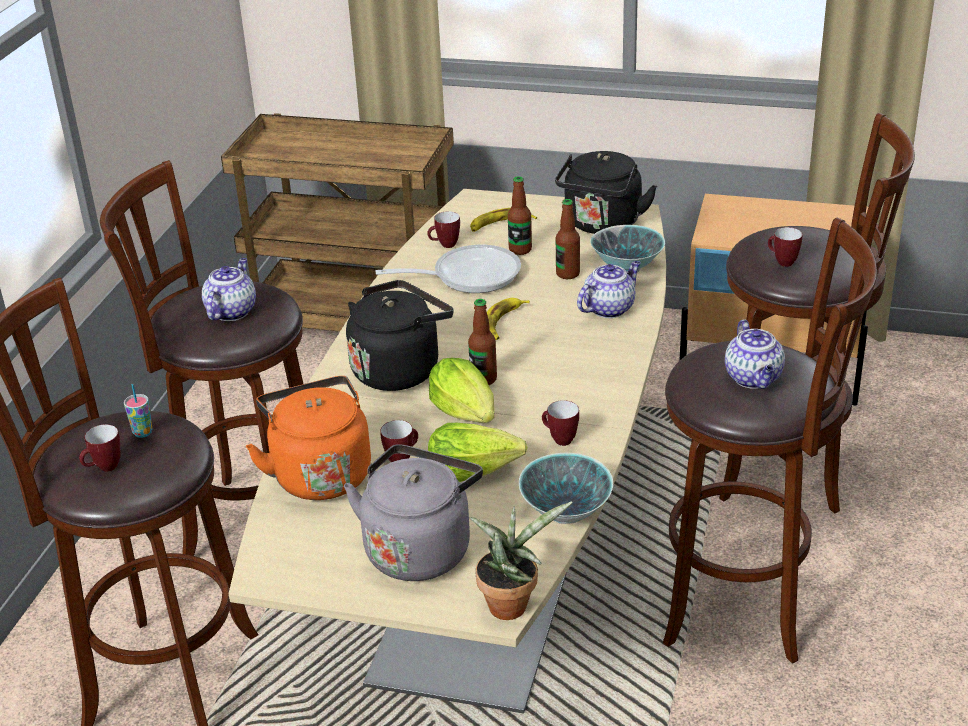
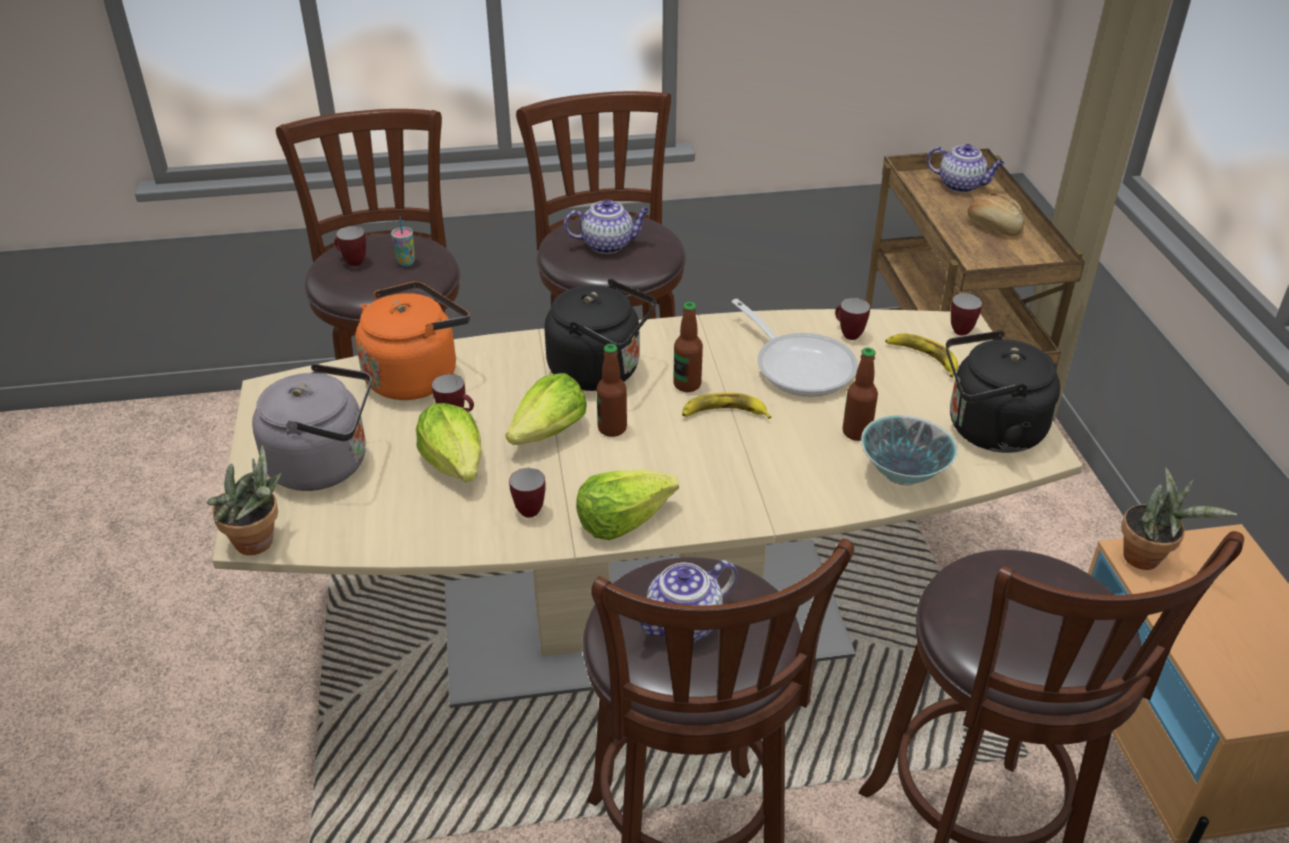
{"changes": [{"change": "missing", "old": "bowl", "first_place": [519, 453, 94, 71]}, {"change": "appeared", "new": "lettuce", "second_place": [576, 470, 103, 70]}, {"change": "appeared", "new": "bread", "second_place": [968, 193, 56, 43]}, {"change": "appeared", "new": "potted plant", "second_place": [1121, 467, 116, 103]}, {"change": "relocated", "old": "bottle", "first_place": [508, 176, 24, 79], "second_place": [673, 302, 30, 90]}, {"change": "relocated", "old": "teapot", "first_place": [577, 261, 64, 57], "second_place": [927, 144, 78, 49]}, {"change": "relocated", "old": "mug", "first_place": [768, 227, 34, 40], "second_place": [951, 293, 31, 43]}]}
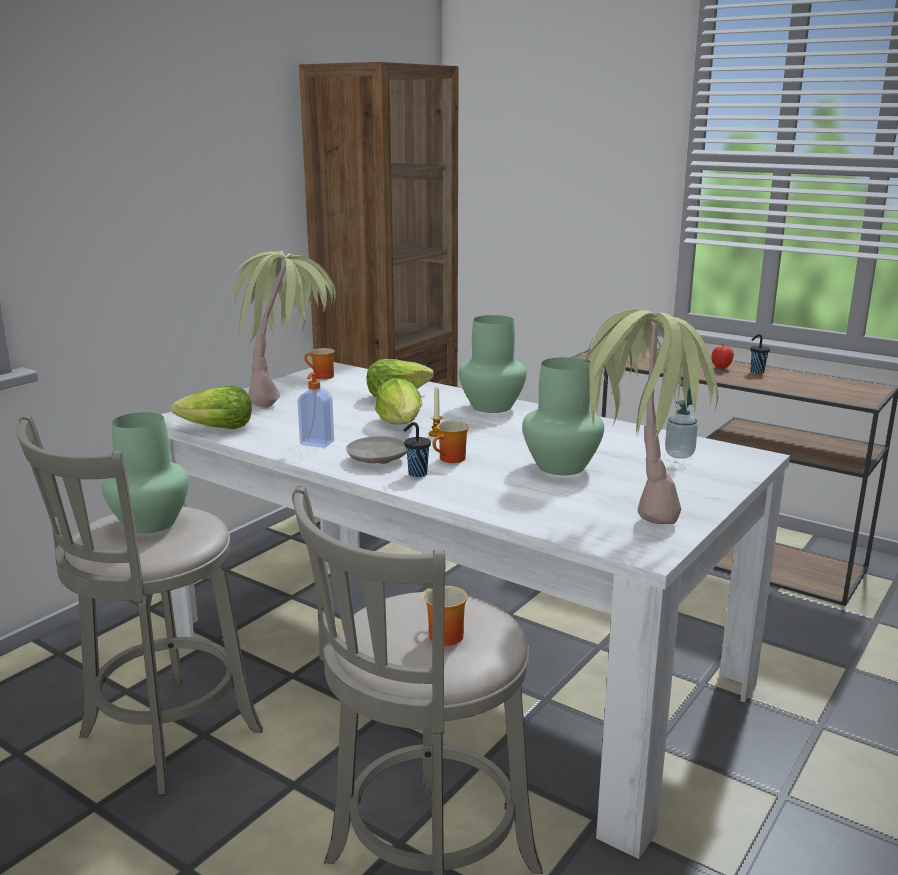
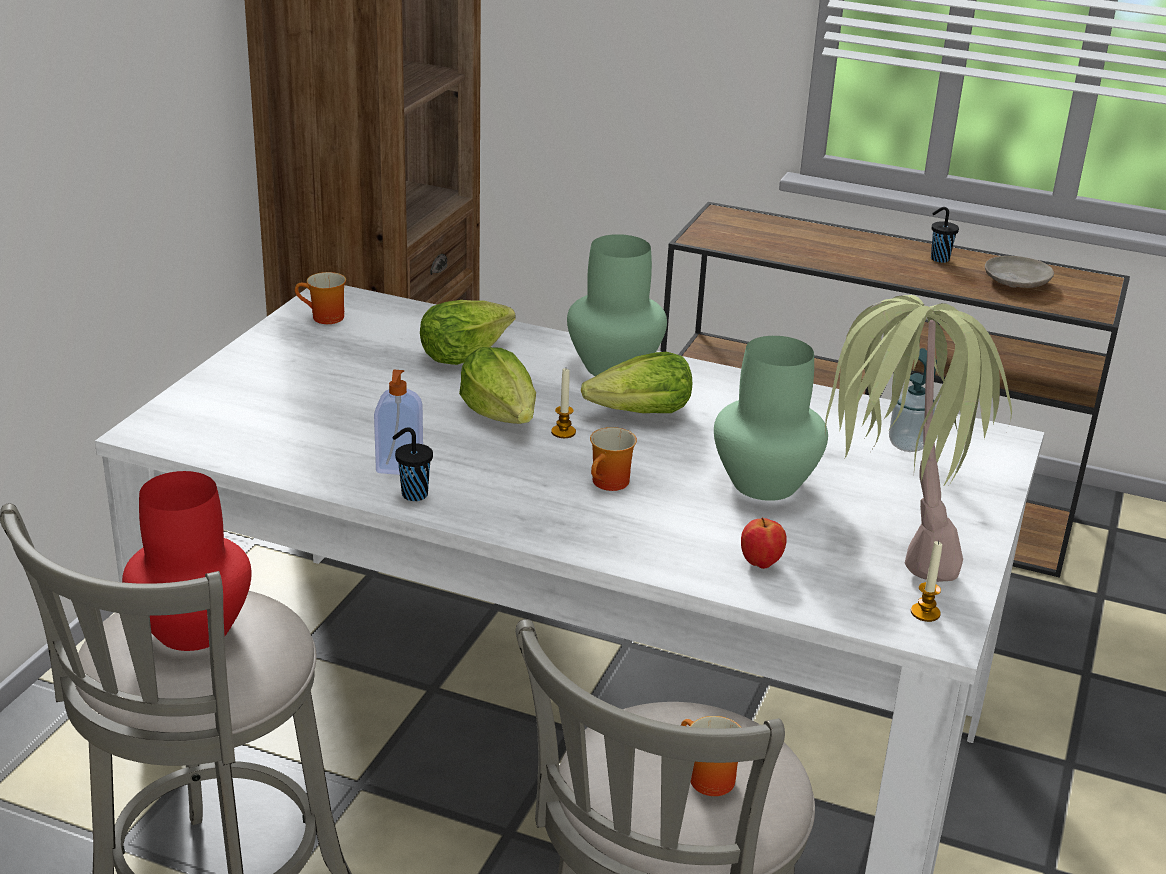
{"changes": [{"change": "missing", "old": "potted plant", "first_place": [227, 251, 109, 156]}, {"change": "appeared", "new": "candle", "second_place": [911, 541, 31, 81]}, {"change": "relocated", "old": "lettuce", "first_place": [172, 386, 80, 43], "second_place": [581, 352, 111, 61]}, {"change": "relocated", "old": "beige plate", "first_place": [346, 436, 61, 28], "second_place": [985, 256, 69, 32]}, {"change": "relocated", "old": "black cup", "first_place": [404, 422, 27, 55], "second_place": [392, 427, 41, 74]}, {"change": "relocated", "old": "apple", "first_place": [712, 344, 22, 25], "second_place": [741, 517, 46, 52]}, {"change": "colour", "old": "green vase", "new": "red vase", "first_place": [102, 412, 87, 122], "second_place": [122, 471, 130, 180]}]}
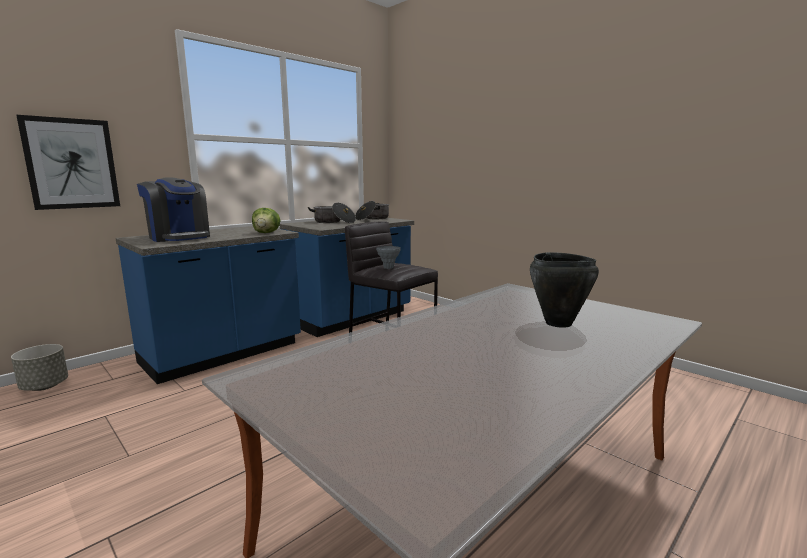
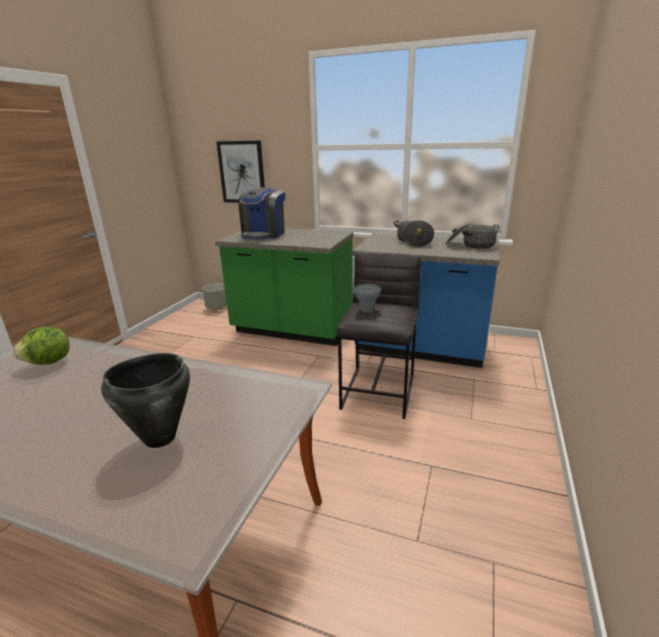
{"changes": [{"change": "relocated", "old": "lettuce", "first_place": [252, 208, 28, 25], "second_place": [13, 327, 57, 38]}, {"change": "colour", "old": "blue counter", "new": "green counter", "first_place": [115, 226, 186, 158], "second_place": [215, 228, 139, 118]}]}
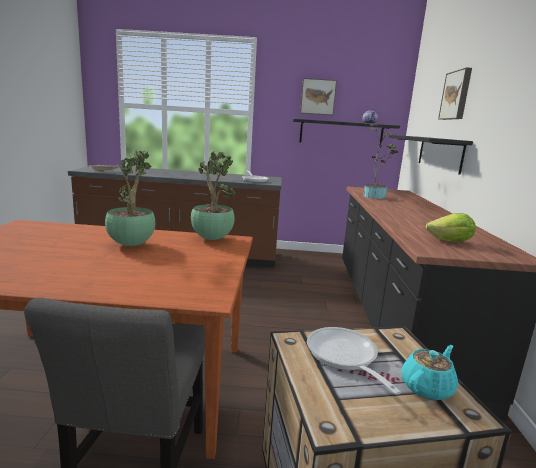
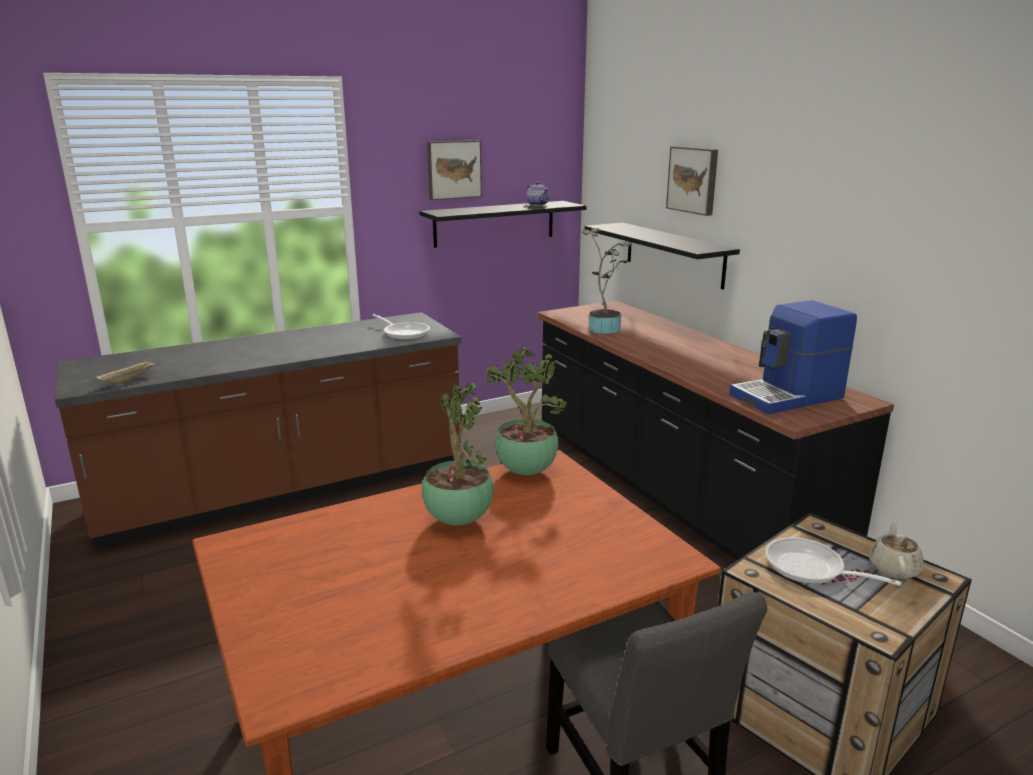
{"changes": [{"change": "exchanged", "old": "lettuce", "new": "coffee machine", "first_place": [426, 213, 50, 29], "second_place": [729, 301, 128, 113]}, {"change": "colour", "old": "turquoise teapot", "new": "beige teapot", "first_place": [401, 345, 57, 55], "second_place": [869, 522, 55, 57]}]}
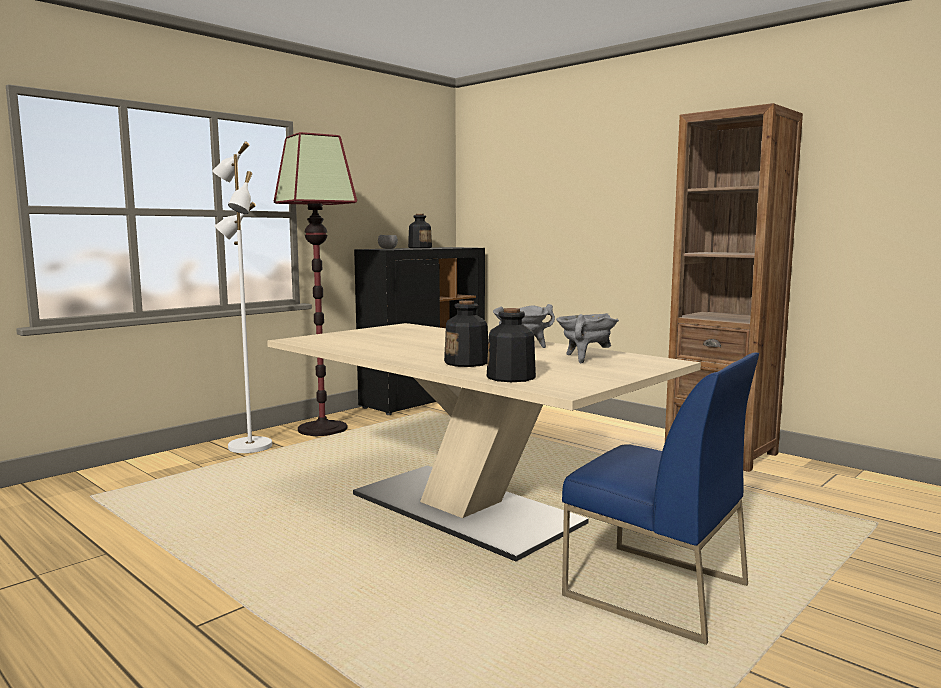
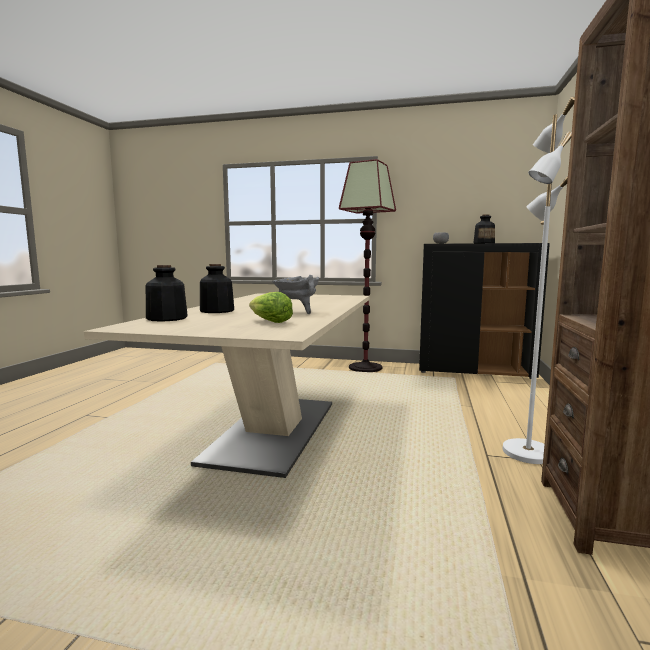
{"changes": [{"change": "missing", "old": "blue chair", "first_place": [562, 352, 197, 293]}, {"change": "relocated", "old": "white floor lamp", "first_place": [212, 141, 60, 312], "second_place": [503, 97, 72, 367]}, {"change": "exchanged", "old": "grey cooking pot", "new": "lettuce", "first_place": [556, 313, 63, 50], "second_place": [249, 292, 44, 31]}]}
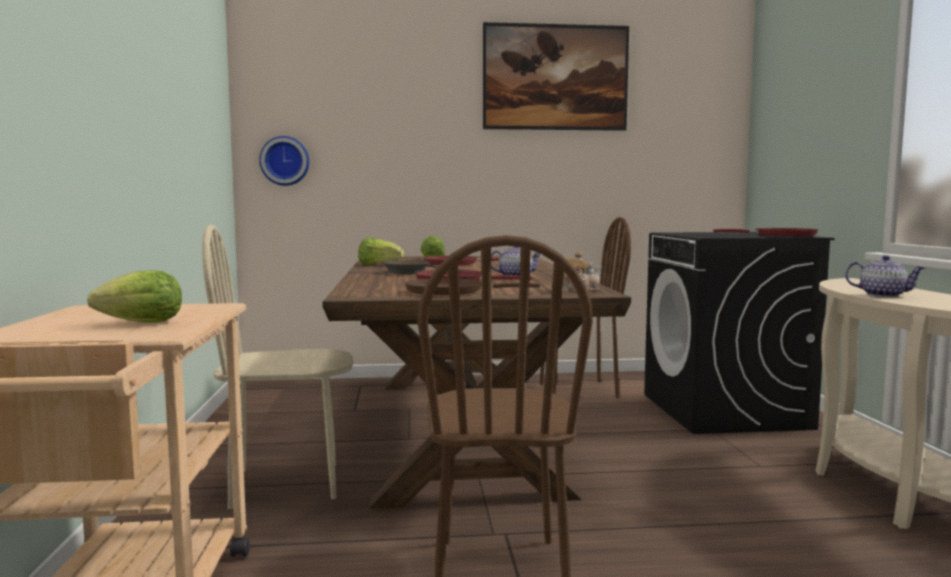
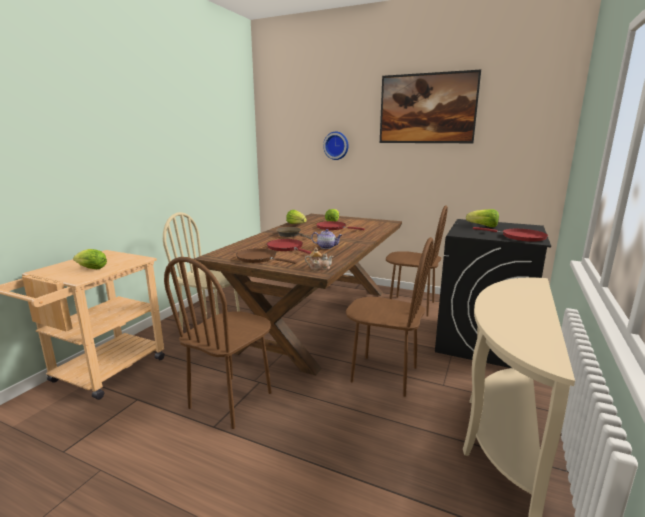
{"changes": [{"change": "missing", "old": "teapot", "first_place": [845, 255, 80, 42]}, {"change": "appeared", "new": "brown chair", "second_place": [346, 237, 88, 160]}, {"change": "appeared", "new": "lettuce", "second_place": [466, 209, 33, 18]}, {"change": "relocated", "old": "wall clock", "first_place": [259, 136, 50, 50], "second_place": [323, 132, 26, 28]}]}
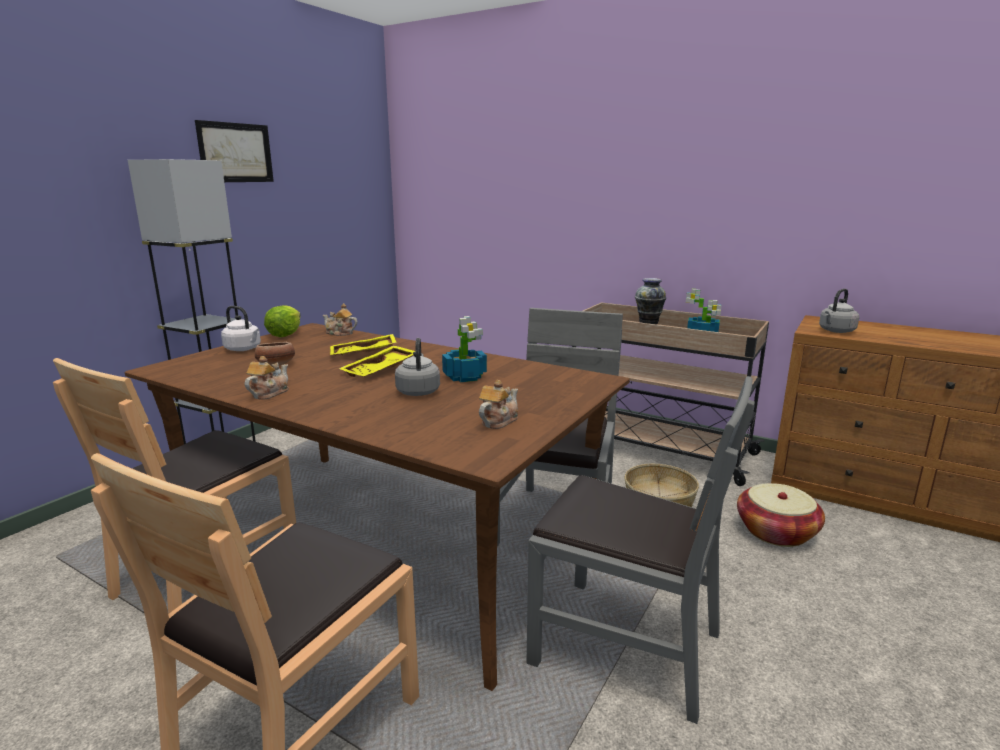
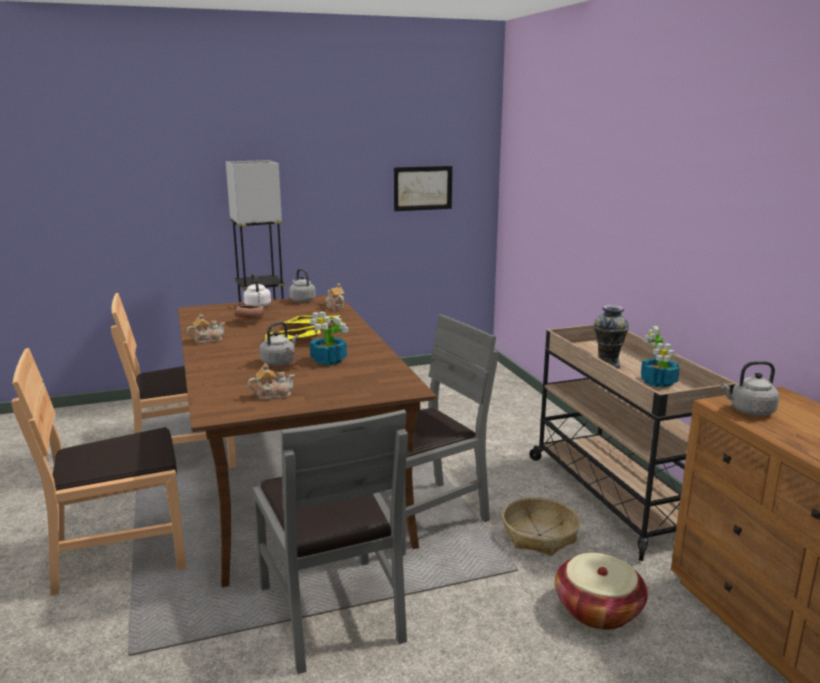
{"changes": [{"change": "relocated", "old": "picture", "first_place": [195, 120, 79, 62], "second_place": [394, 166, 58, 45]}, {"change": "exchanged", "old": "lettuce", "new": "grey kettle", "first_place": [264, 305, 37, 32], "second_place": [289, 269, 27, 33]}]}
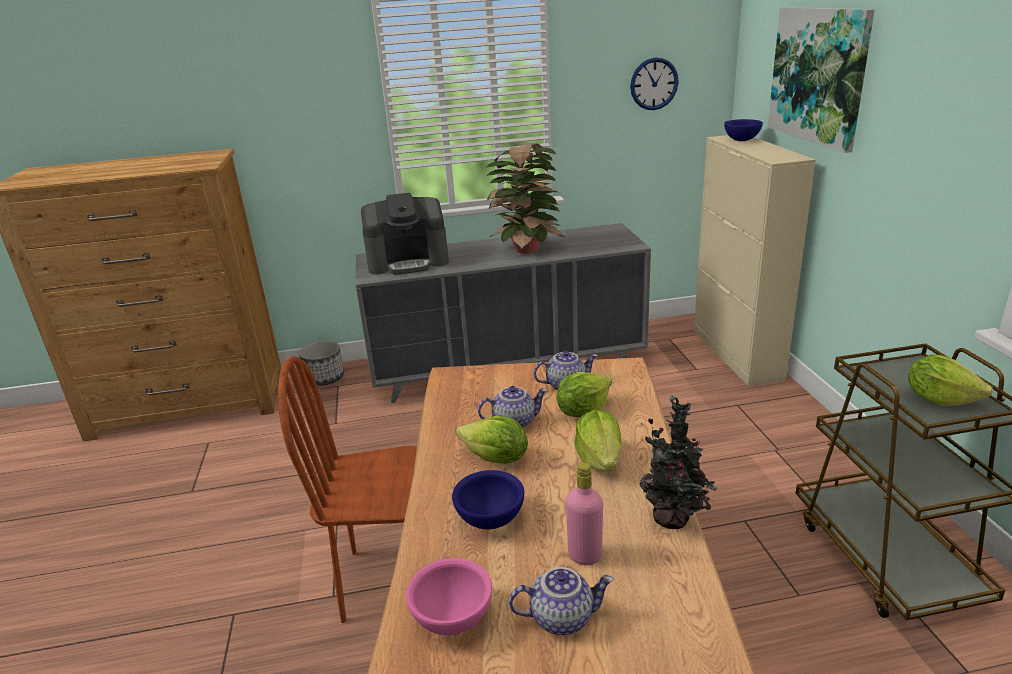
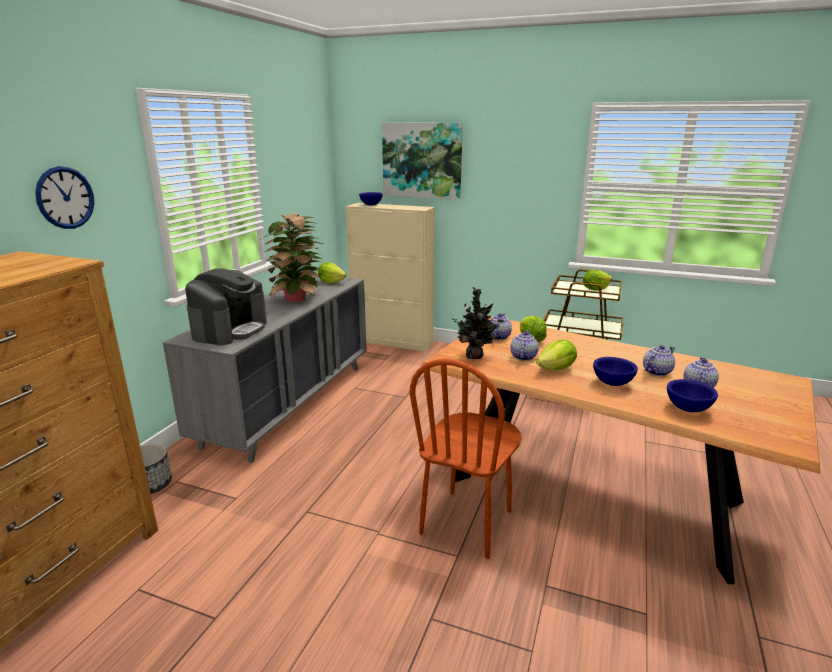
{"changes": [{"change": "relocated", "old": "lettuce", "first_place": [575, 410, 47, 61], "second_place": [318, 262, 29, 22]}, {"change": "relocated", "old": "wall clock", "first_place": [630, 58, 49, 52], "second_place": [35, 166, 59, 63]}, {"change": "relocated", "old": "potted plant", "first_place": [639, 395, 78, 134], "second_place": [450, 287, 55, 72]}, {"change": "exchanged", "old": "pink bottle", "new": "teapot", "first_place": [566, 463, 37, 103], "second_place": [643, 345, 32, 31]}, {"change": "colour", "old": "pink bowl", "new": "blue bowl", "first_place": [406, 558, 86, 77], "second_place": [667, 379, 51, 33]}]}
